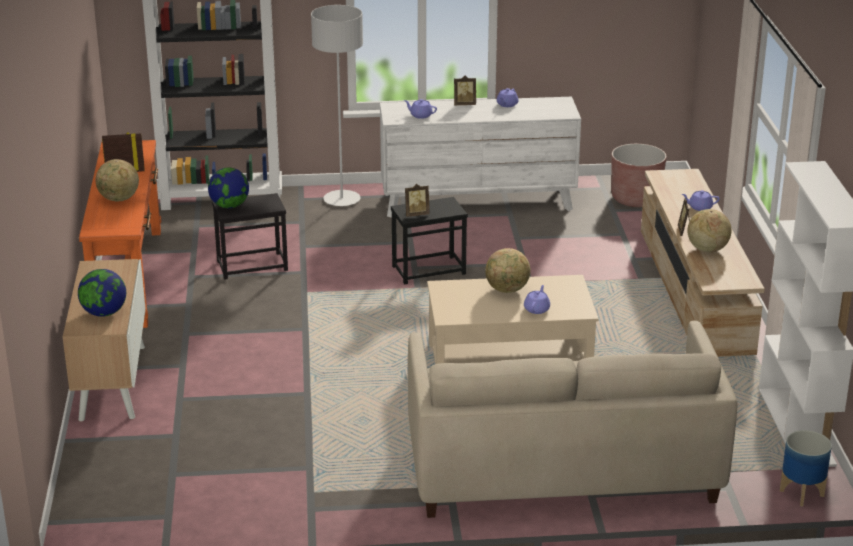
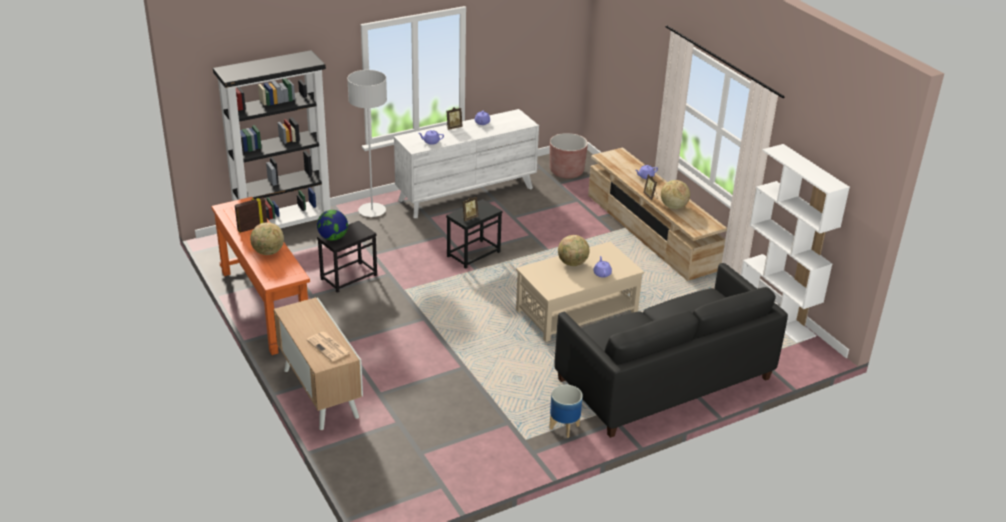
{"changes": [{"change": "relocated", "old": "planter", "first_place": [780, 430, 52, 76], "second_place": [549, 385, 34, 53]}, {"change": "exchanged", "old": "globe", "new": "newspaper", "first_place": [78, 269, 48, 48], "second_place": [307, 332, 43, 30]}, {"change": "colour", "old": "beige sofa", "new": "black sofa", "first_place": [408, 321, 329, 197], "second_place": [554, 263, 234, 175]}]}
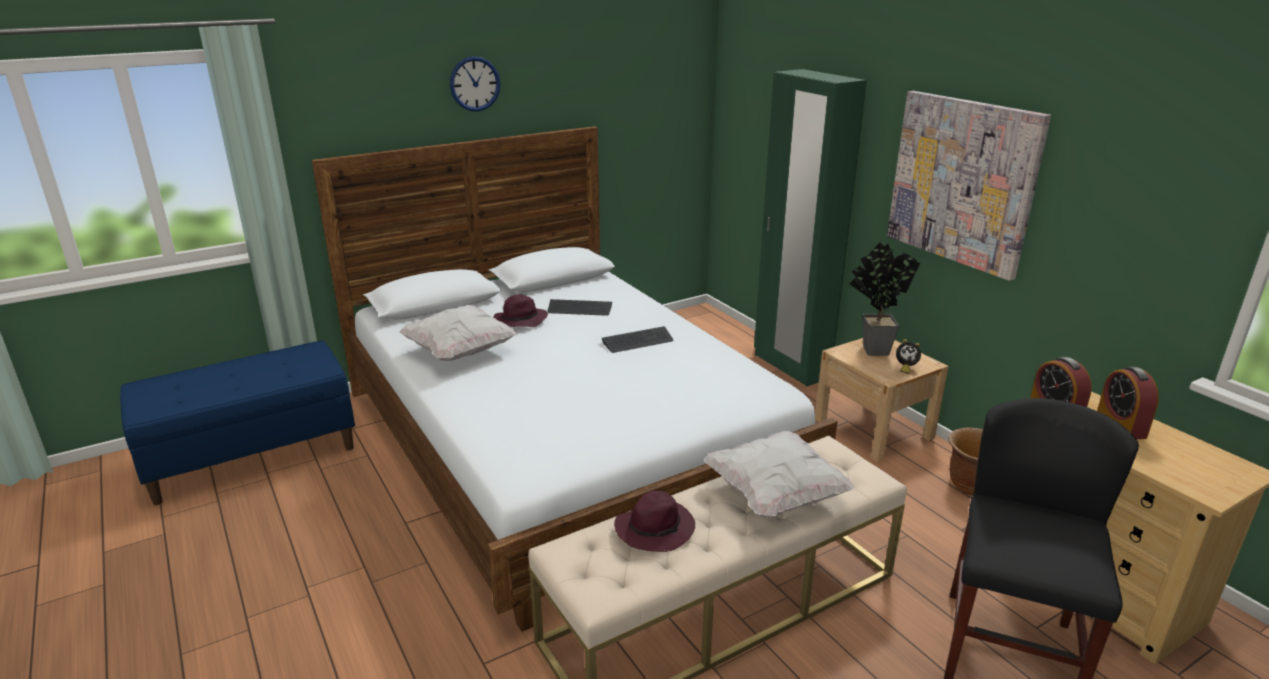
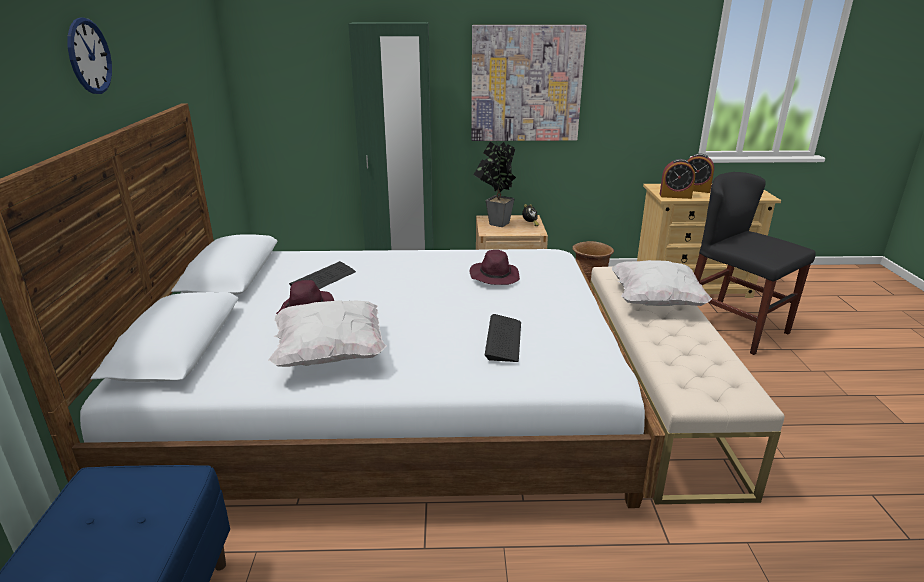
{"changes": [{"change": "relocated", "old": "keyboard", "first_place": [602, 326, 71, 27], "second_place": [485, 314, 36, 48]}, {"change": "relocated", "old": "purple hat", "first_place": [614, 491, 81, 61], "second_place": [470, 250, 50, 35]}]}
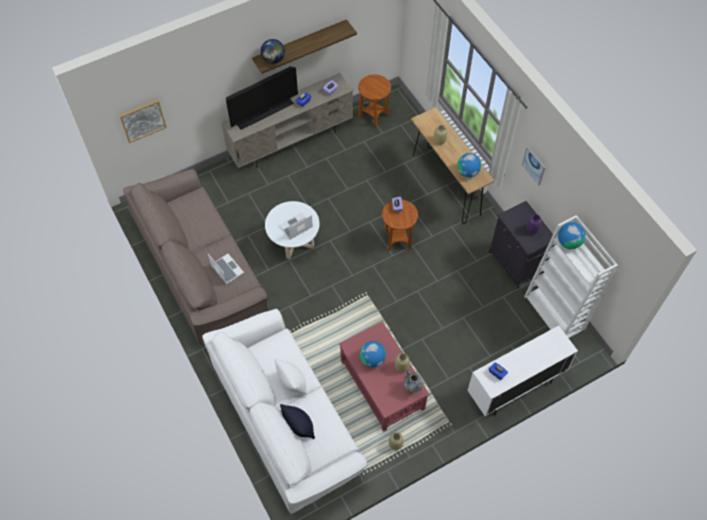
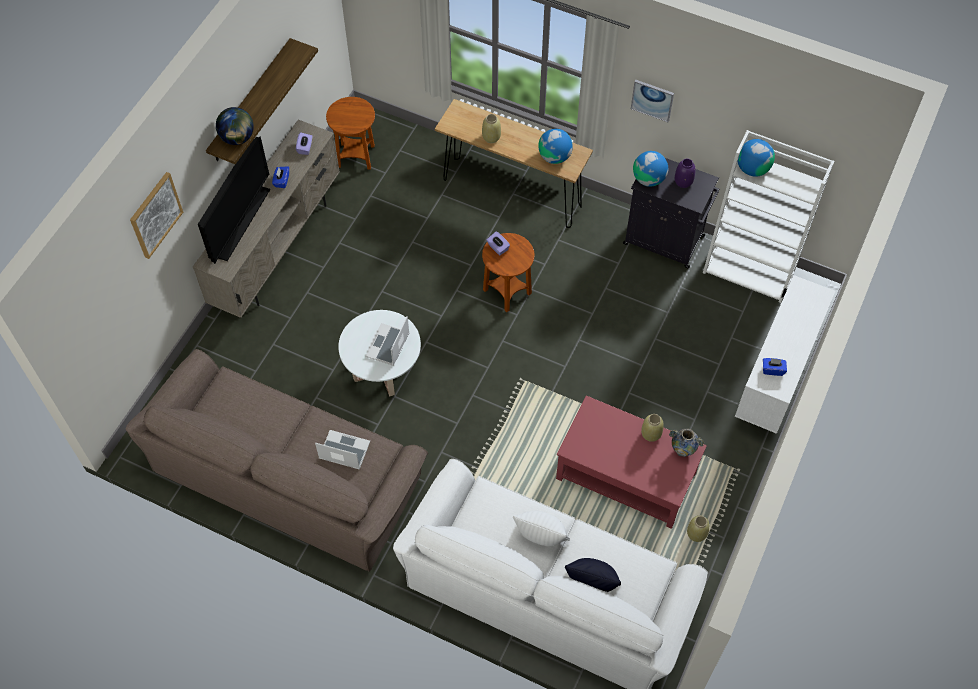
{"changes": [{"change": "relocated", "old": "picture", "first_place": [119, 100, 48, 43], "second_place": [130, 172, 53, 87]}, {"change": "relocated", "old": "globe", "first_place": [360, 341, 26, 26], "second_place": [633, 151, 35, 36]}]}
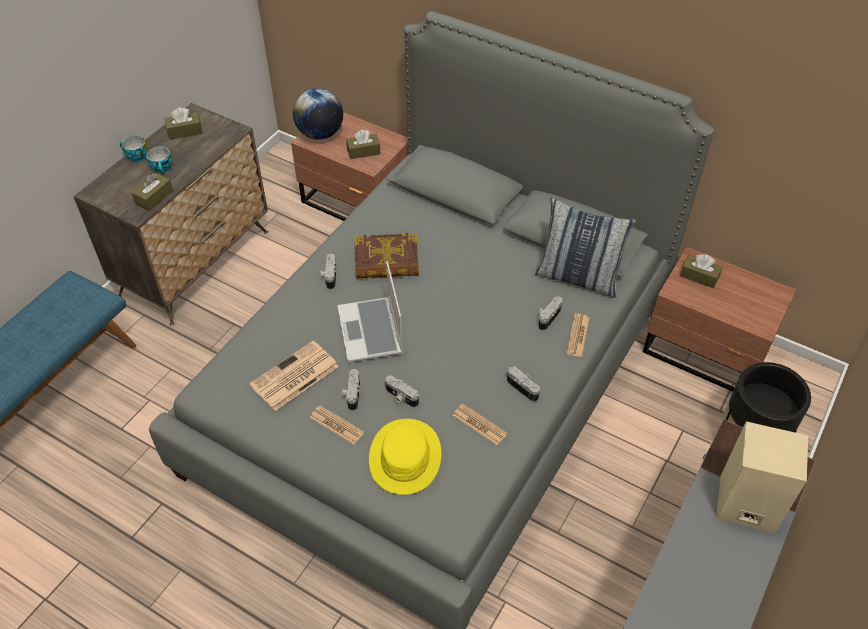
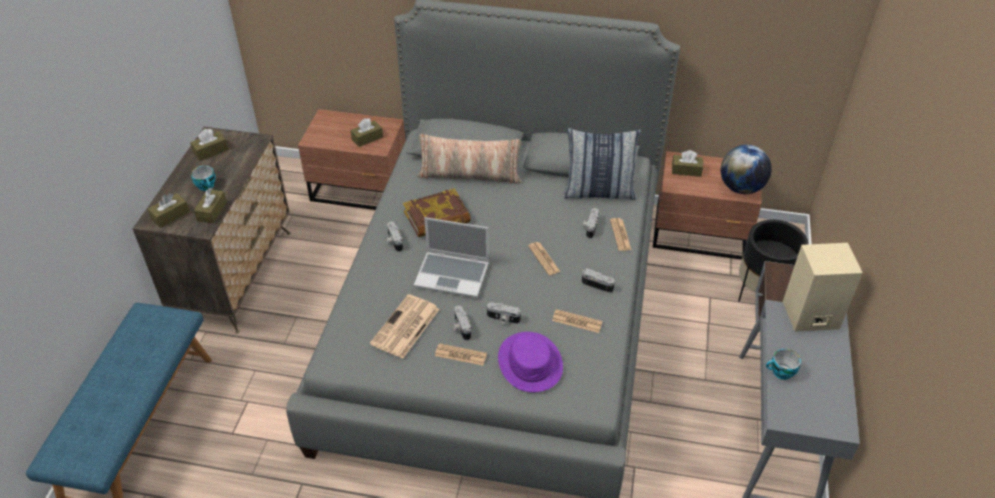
{"changes": [{"change": "appeared", "new": "brown tissue box", "second_place": [148, 193, 42, 35]}, {"change": "appeared", "new": "pillow", "second_place": [417, 134, 104, 50]}, {"change": "appeared", "new": "newspaper", "second_place": [528, 242, 33, 33]}, {"change": "relocated", "old": "cup", "first_place": [120, 135, 28, 27], "second_place": [766, 349, 35, 31]}, {"change": "relocated", "old": "globe", "first_place": [293, 88, 50, 52], "second_place": [721, 145, 51, 49]}, {"change": "colour", "old": "yellow hat", "new": "purple hat", "first_place": [369, 419, 73, 76], "second_place": [498, 332, 65, 60]}, {"change": "spun", "old": "laptop", "first_place": [337, 261, 66, 101], "second_place": [414, 217, 75, 81], "degrees": -45}]}
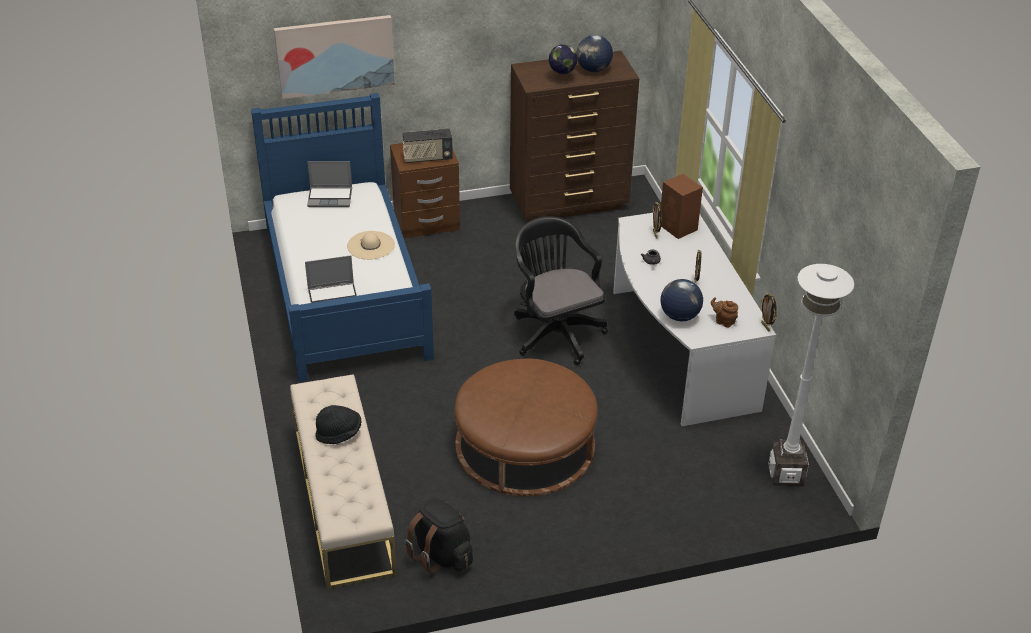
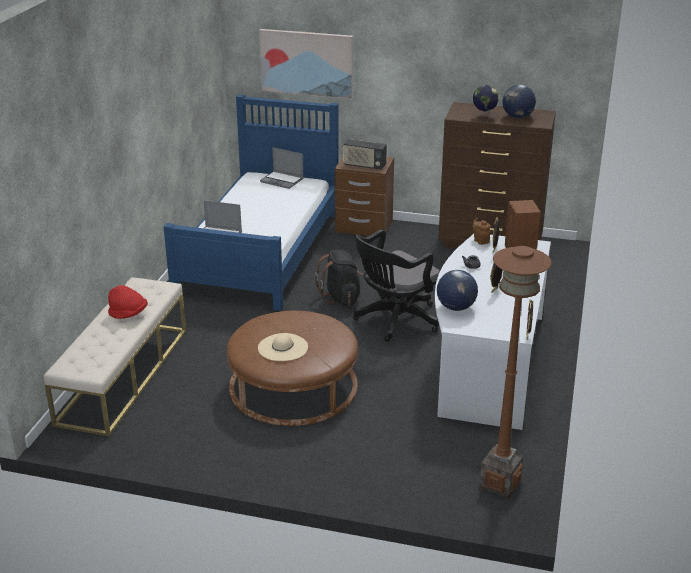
{"changes": [{"change": "relocated", "old": "beige hat", "first_place": [347, 231, 48, 29], "second_place": [258, 333, 50, 28]}, {"change": "relocated", "old": "black backpack", "first_place": [405, 498, 68, 76], "second_place": [315, 250, 48, 56]}, {"change": "relocated", "old": "brown teapot", "first_place": [711, 297, 27, 31], "second_place": [472, 218, 19, 27]}, {"change": "colour", "old": "black hat", "new": "red hat", "first_place": [315, 405, 46, 39], "second_place": [108, 285, 40, 34]}, {"change": "colour", "old": "white floor lamp", "new": "brown floor lamp", "first_place": [768, 264, 86, 222], "second_place": [479, 246, 73, 252]}, {"change": "spun", "old": "black office chair", "first_place": [514, 216, 94, 149], "second_place": [353, 229, 87, 113], "degrees": -135}]}
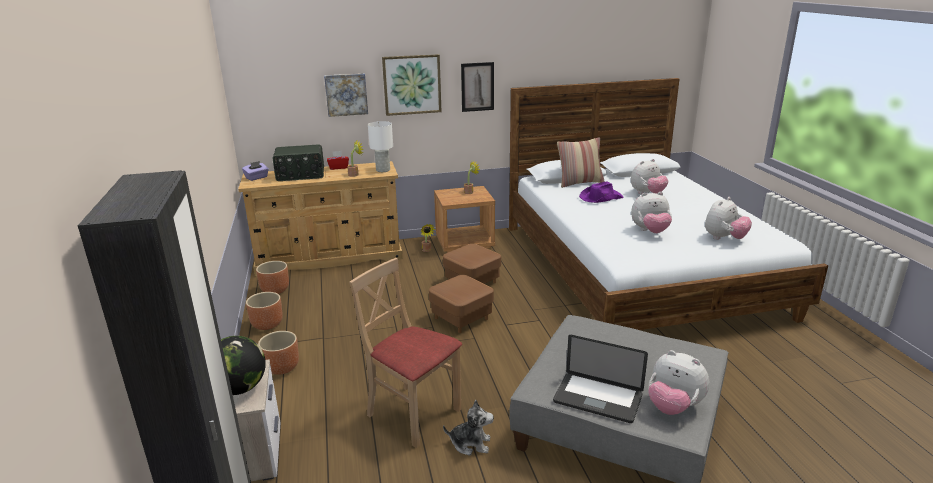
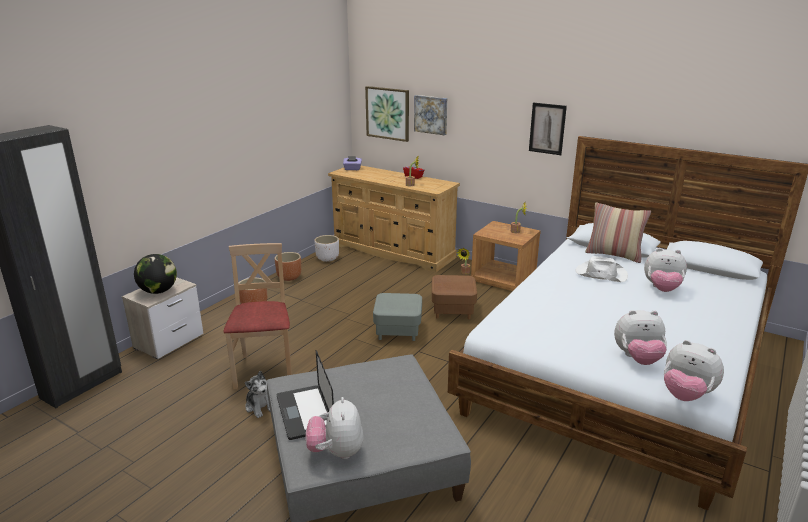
{"changes": [{"change": "missing", "old": "radio", "first_place": [273, 144, 51, 37]}, {"change": "missing", "old": "white table lamp", "first_place": [368, 121, 25, 51]}, {"change": "relocated", "old": "picture", "first_place": [382, 54, 60, 62], "second_place": [365, 86, 44, 56]}, {"change": "relocated", "old": "plush toy", "first_place": [631, 192, 41, 41], "second_place": [664, 340, 60, 61]}, {"change": "colour", "old": "brown planter", "new": "white planter", "first_place": [256, 261, 33, 33], "second_place": [314, 235, 25, 27]}, {"change": "colour", "old": "brown ottoman", "new": "grey ottoman", "first_place": [429, 275, 65, 58], "second_place": [373, 293, 49, 48]}, {"change": "colour", "old": "purple hat", "new": "white hat", "first_place": [579, 181, 44, 22], "second_place": [575, 256, 53, 26]}]}
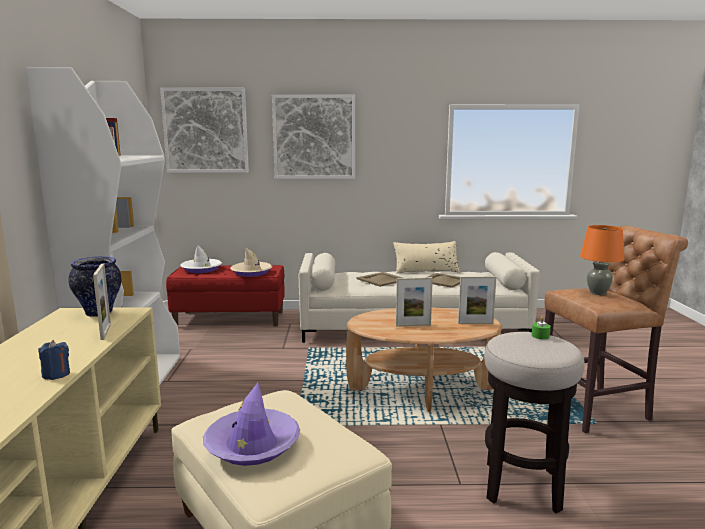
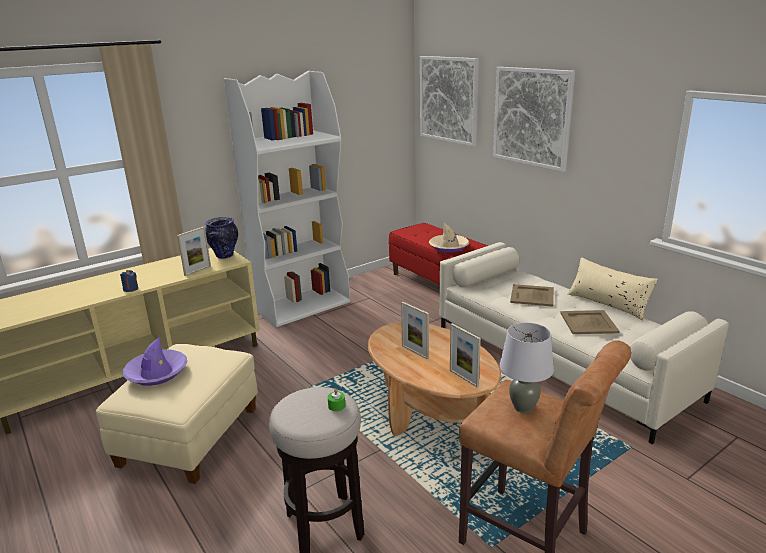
{"changes": [{"change": "missing", "old": "white hat", "first_place": [180, 245, 42, 28]}, {"change": "colour", "old": "orange table lamp", "new": "grey table lamp", "first_place": [580, 225, 44, 70], "second_place": [500, 322, 54, 91]}]}
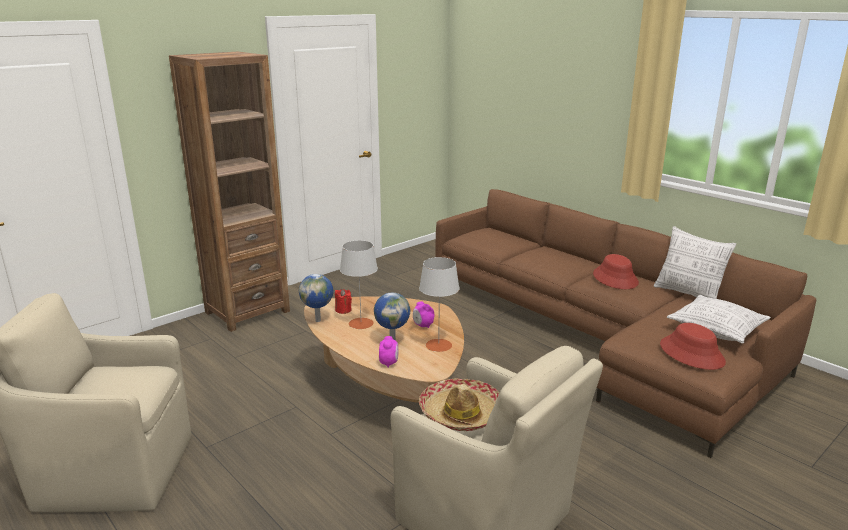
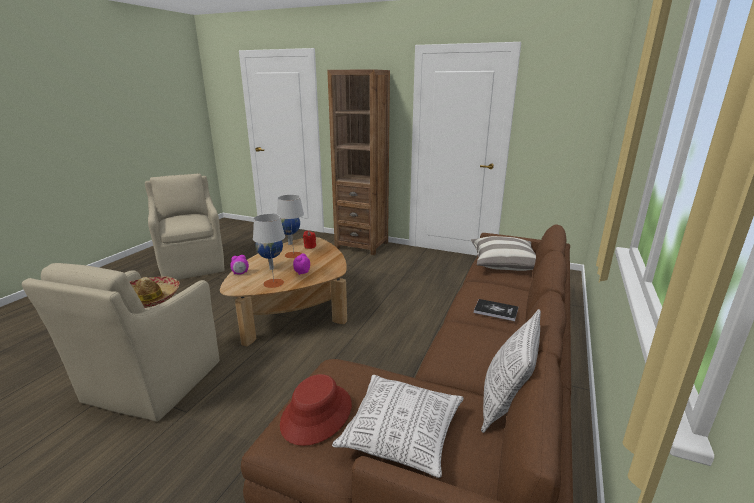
{"changes": [{"change": "missing", "old": "red hat", "first_place": [593, 254, 46, 35]}, {"change": "appeared", "new": "pillow", "second_place": [471, 236, 65, 35]}, {"change": "appeared", "new": "book", "second_place": [474, 299, 44, 22]}]}
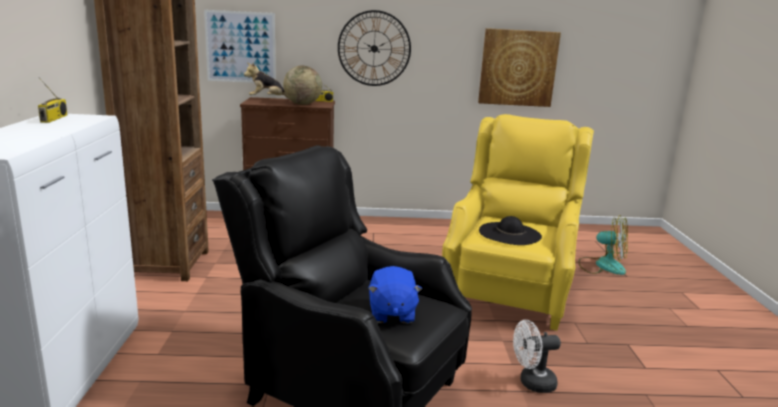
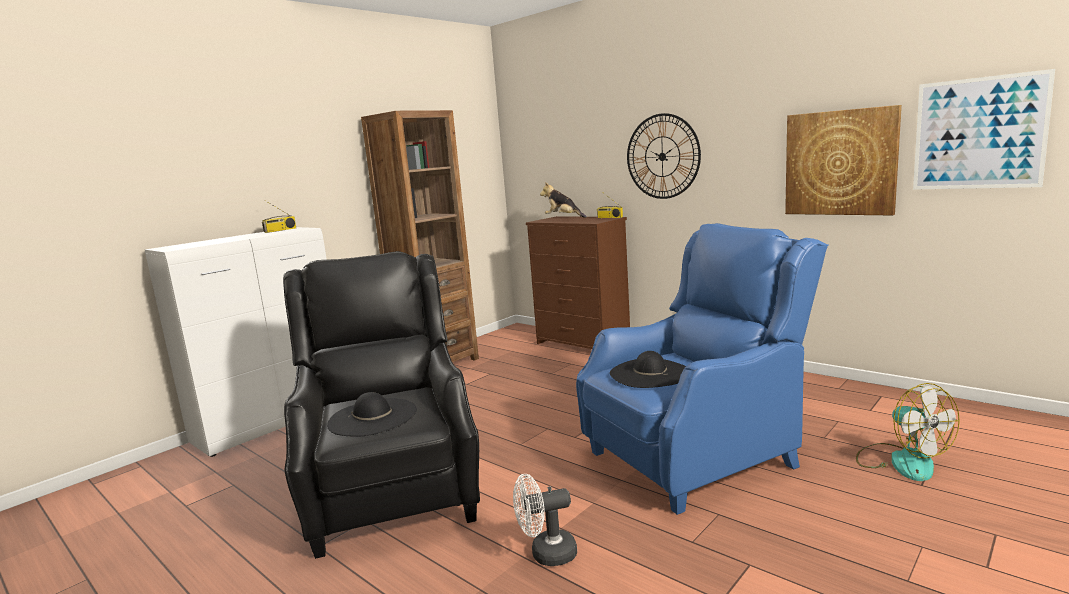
{"changes": [{"change": "missing", "old": "globe", "first_place": [283, 65, 39, 40]}, {"change": "relocated", "old": "picture", "first_place": [204, 10, 72, 73], "second_place": [913, 69, 142, 121]}, {"change": "exchanged", "old": "blue plush toy", "new": "black hat", "first_place": [368, 266, 54, 57], "second_place": [327, 392, 90, 45]}, {"change": "colour", "old": "yellow armchair", "new": "blue armchair", "first_place": [442, 114, 152, 217], "second_place": [576, 223, 253, 292]}, {"change": "spun", "old": "white fan", "first_place": [513, 320, 48, 73], "second_place": [513, 474, 64, 92], "degrees": -45}]}
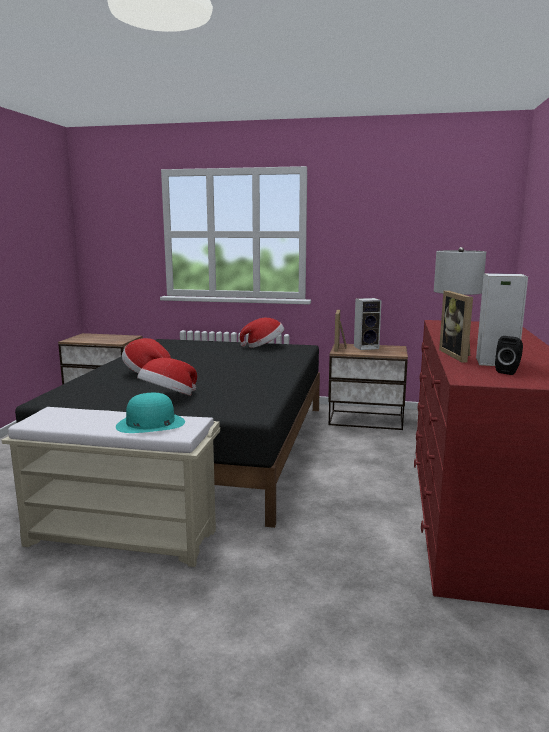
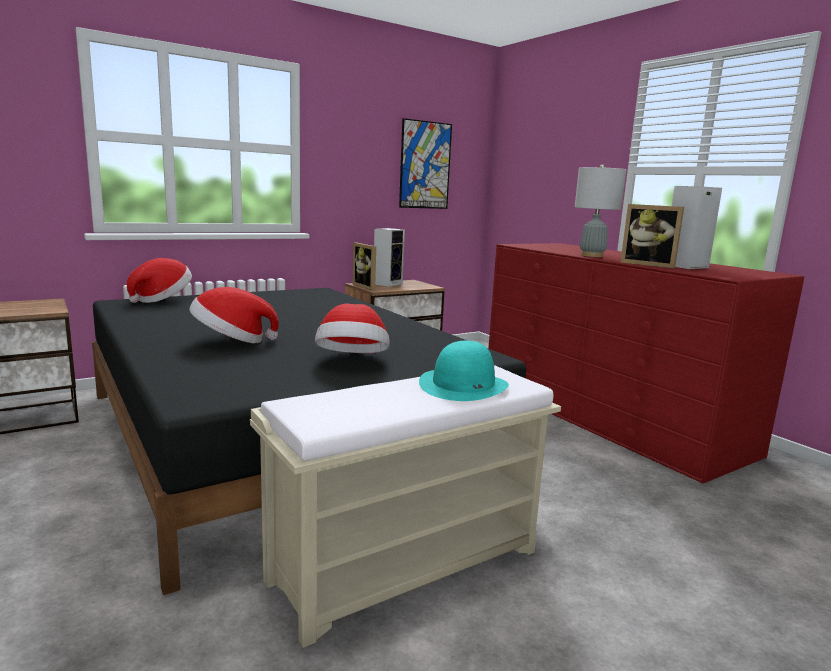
{"changes": [{"change": "missing", "old": "black speaker", "first_place": [495, 336, 28, 39]}, {"change": "appeared", "new": "picture", "second_place": [399, 118, 53, 91]}, {"change": "relocated", "old": "hat", "first_place": [240, 318, 44, 30], "second_place": [127, 258, 65, 45]}]}
